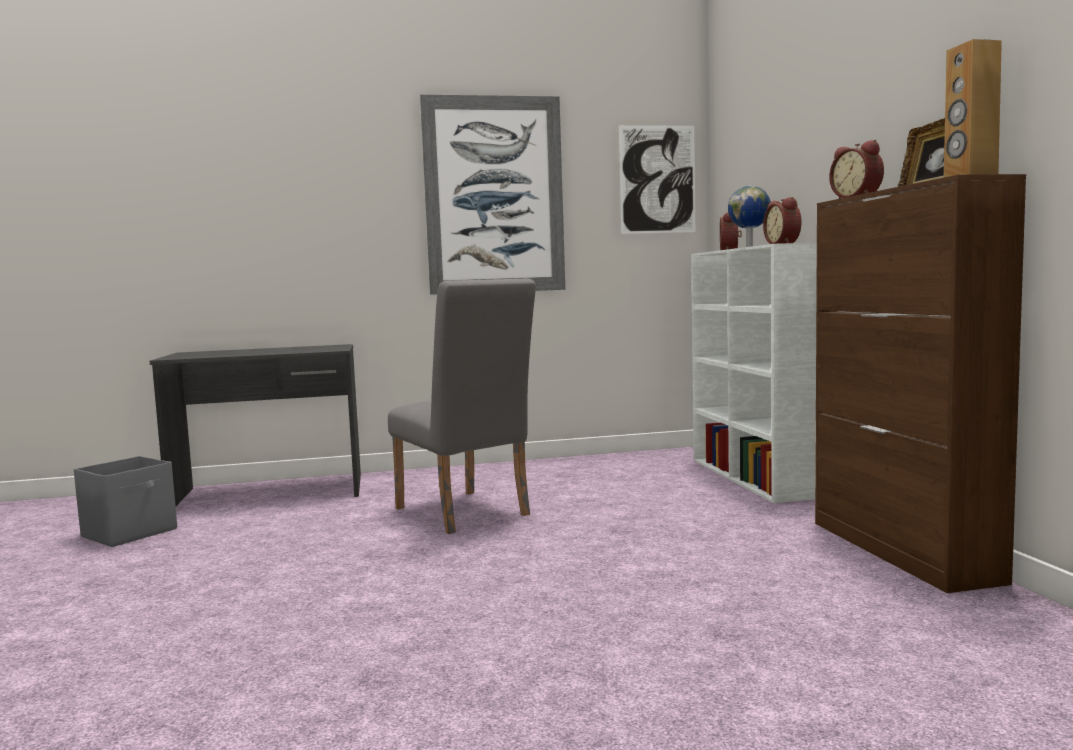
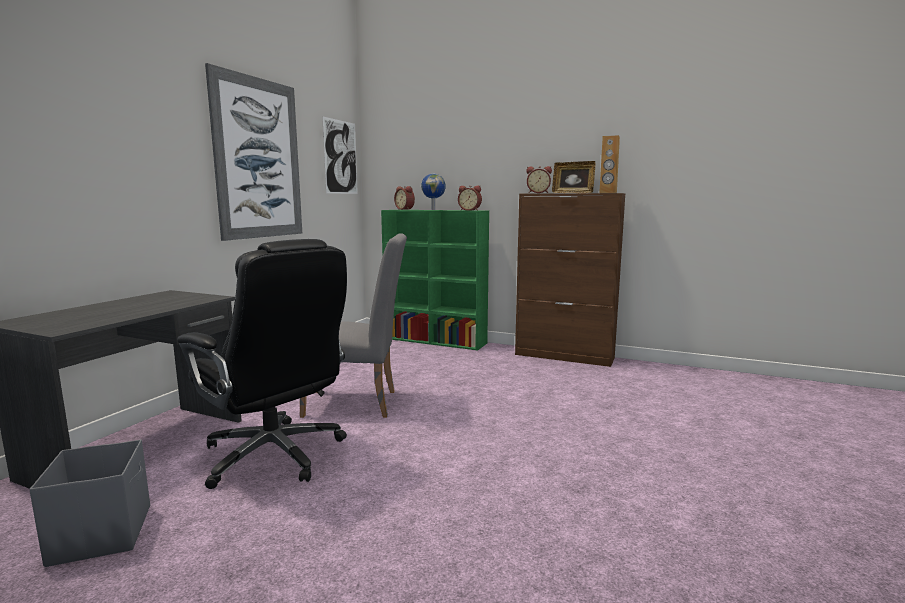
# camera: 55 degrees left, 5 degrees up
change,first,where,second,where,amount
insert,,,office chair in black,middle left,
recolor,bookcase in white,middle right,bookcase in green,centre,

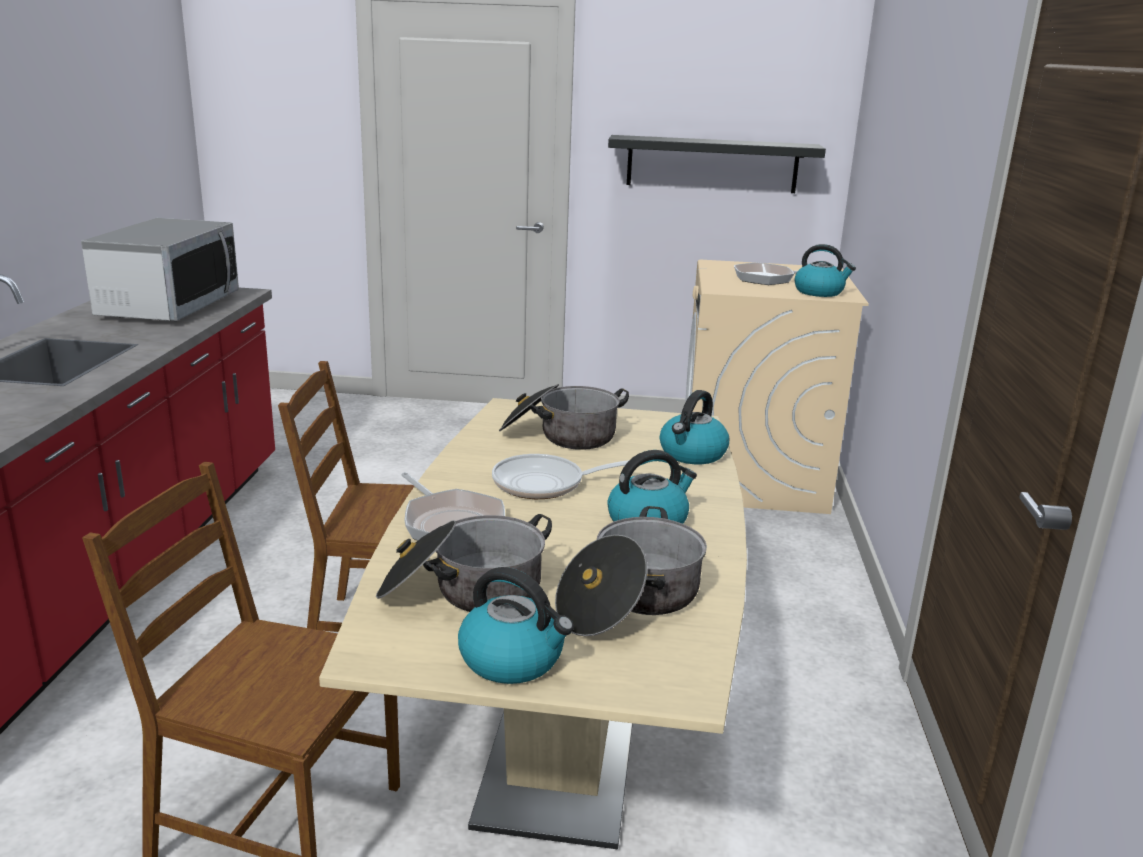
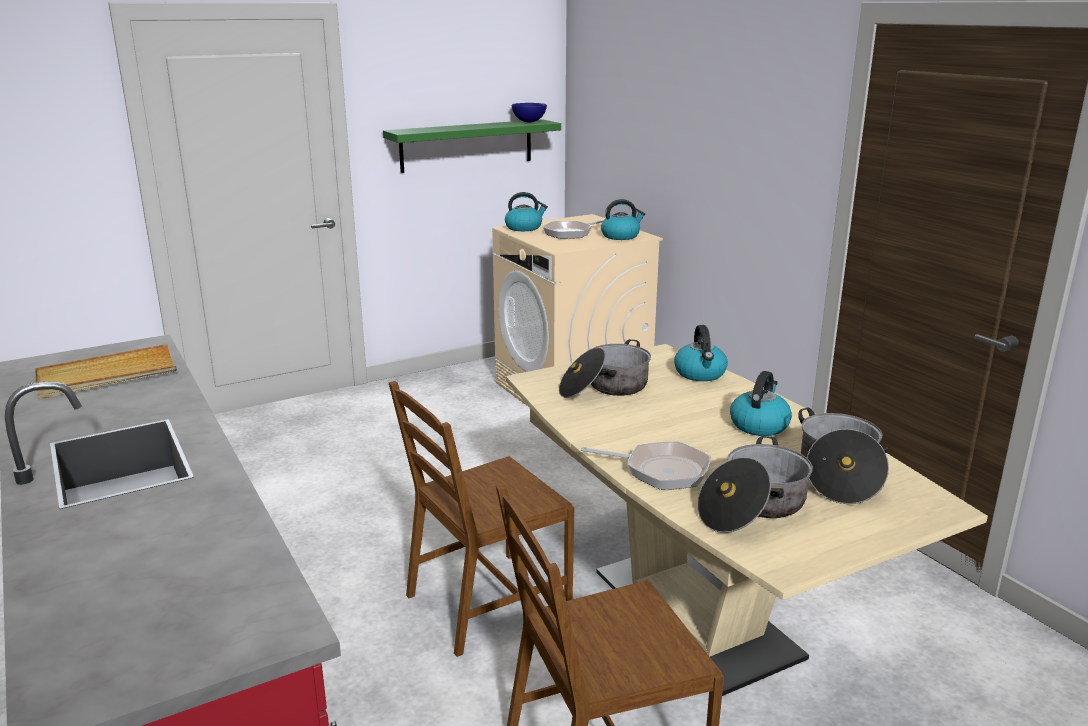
# camera: 35 degrees left, 0 degrees up
change,first,where,second,where,amount
replace,microwave,top left,tray in beige,middle left,
recolor,shelf in black,top centre,shelf in green,top centre,
move,kettle (1st from left),bottom centre,,top centre,
insert,,,bowl in blue,top centre,
delete,frying pan (2nd from left),centre,,,

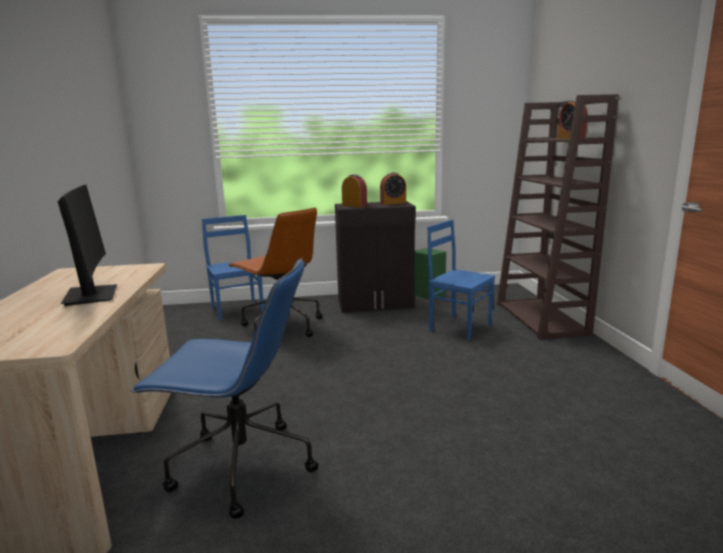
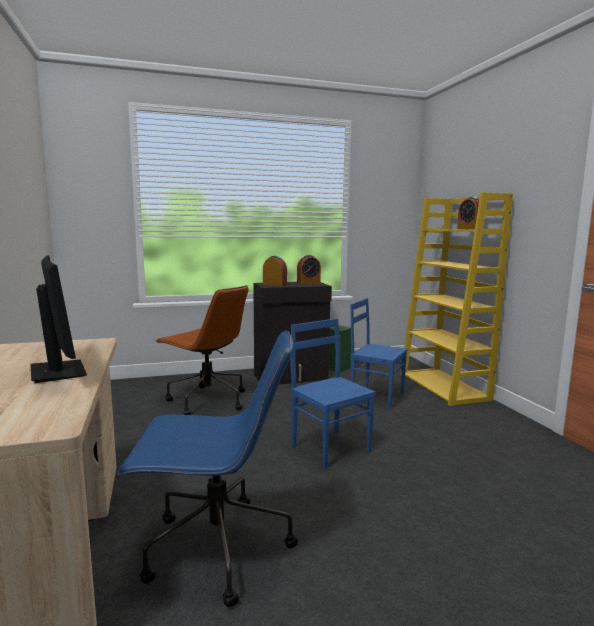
# camera: 10 degrees left, 5 degrees down
change,first,where,second,where,amount
move,chair in blue (1st from left),middle left,,centre,
recolor,bookcase in brown,middle right,bookcase in yellow,middle right,

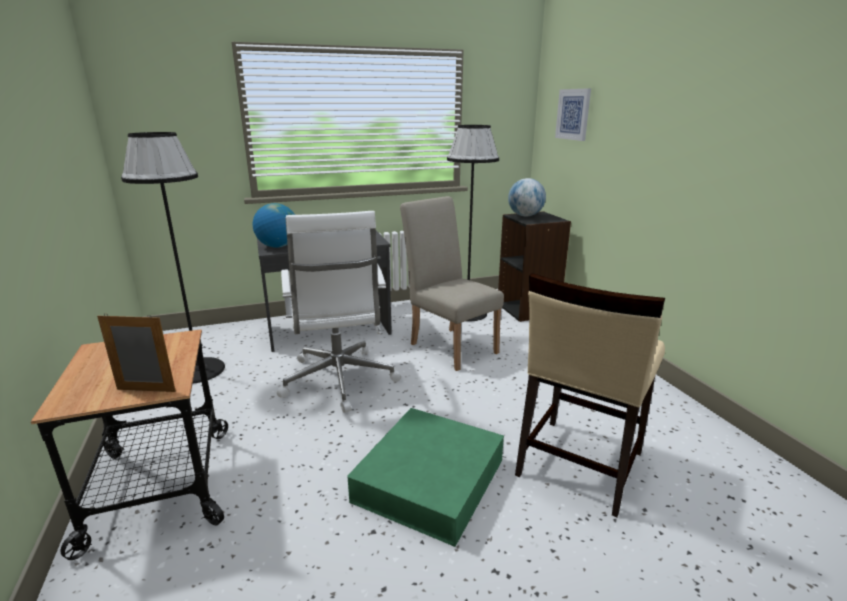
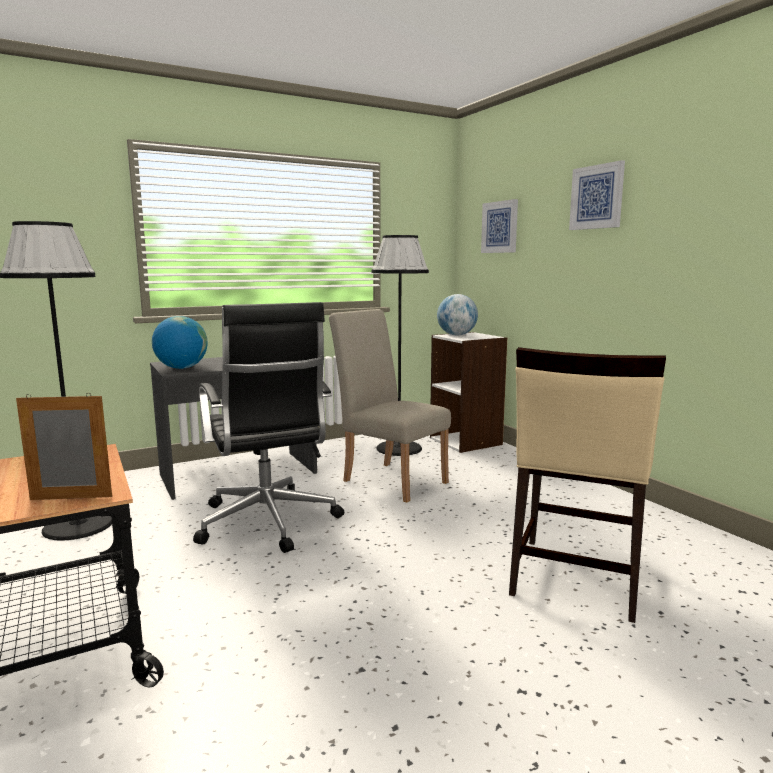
# camera: 10 degrees left, 10 degrees down
change,first,where,second,where,amount
recolor,office chair in white,centre,office chair in black,centre,
recolor,bookcase in black,centre,bookcase in white,centre,
insert,,,picture (2nd from left),top right,
delete,storage box in green,bottom centre,,,

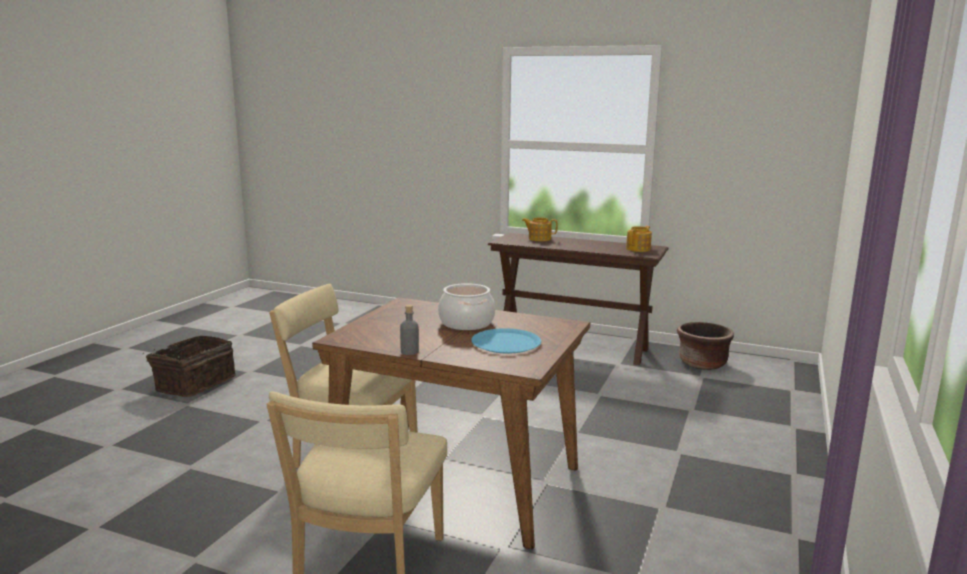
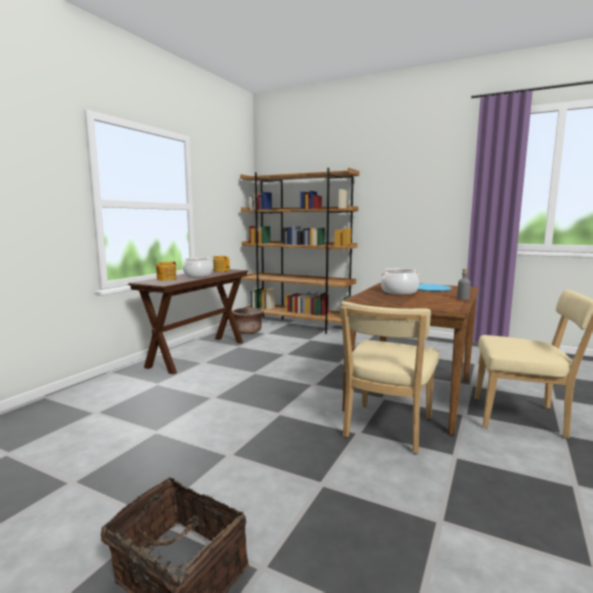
# camera: 85 degrees left, 5 degrees down
change,first,where,second,where,amount
insert,,,cooking pot (1st from left),middle left,
insert,,,bookcase in brown,centre,

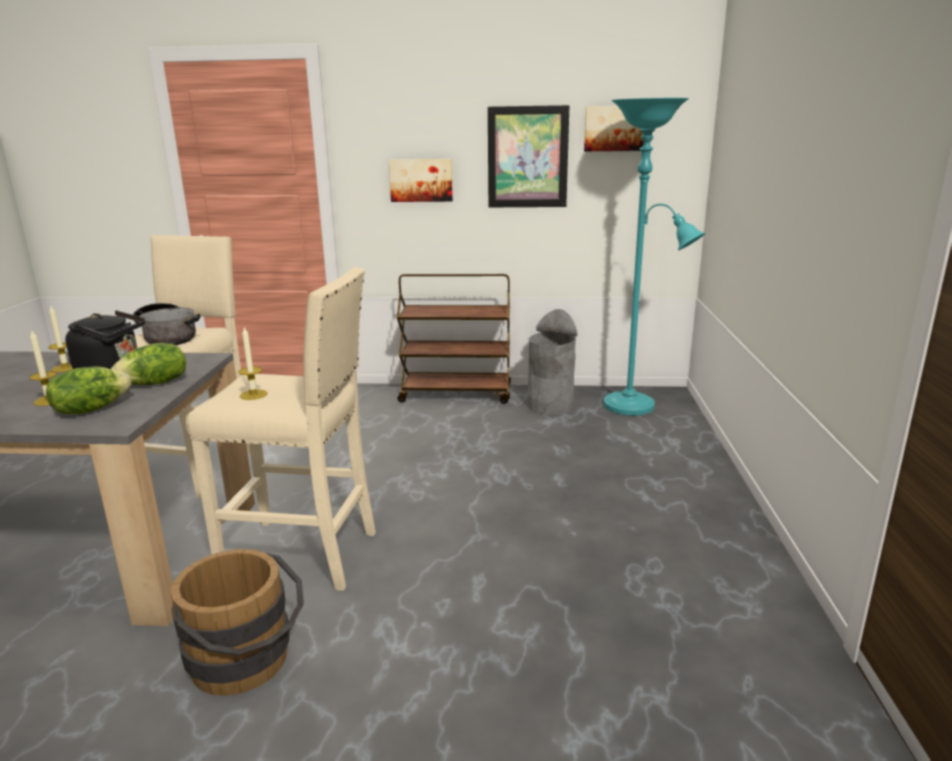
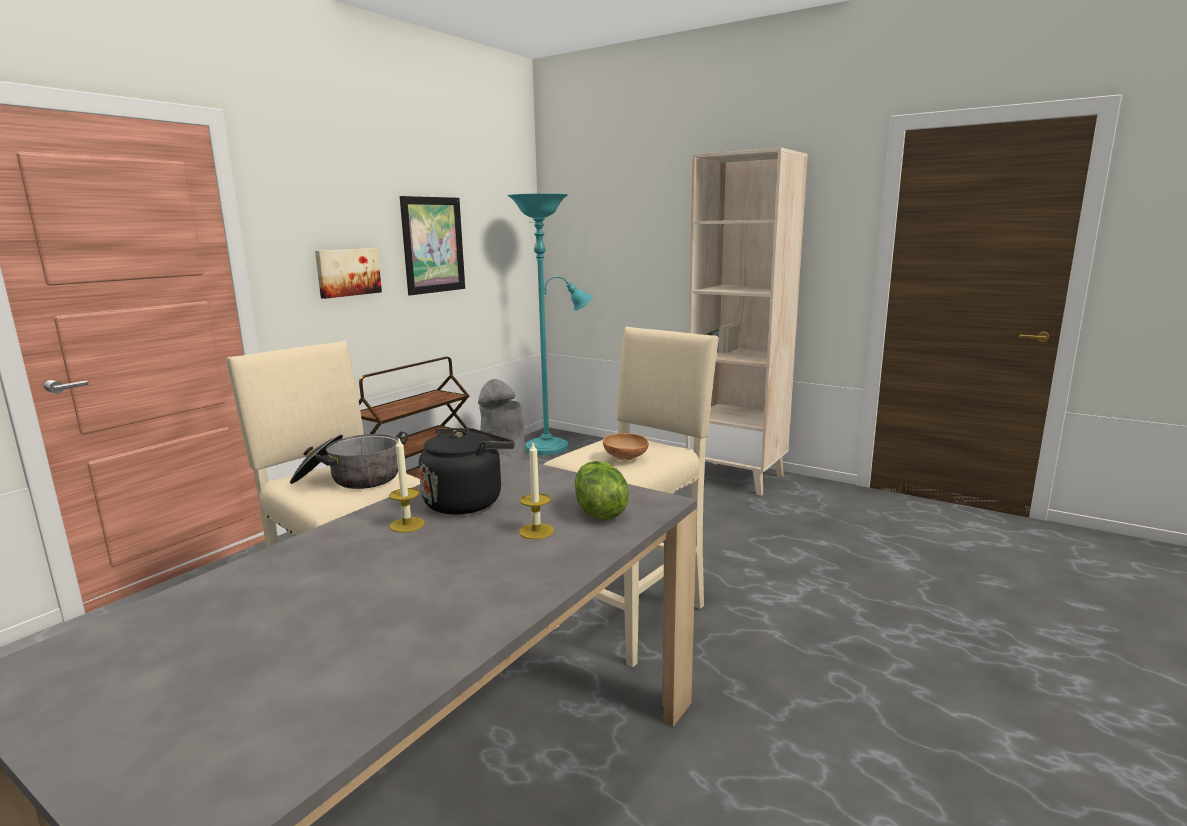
# camera: 60 degrees left, 5 degrees down
change,first,where,second,where,amount
replace,candle (3rd from left),middle left,bowl in brown,centre,
insert,,,bookcase in beige,centre,
delete,lettuce (2nd from left),middle left,,,
delete,bucket in brown,bottom left,,,
delete,picture (3rd from left),top centre,,,

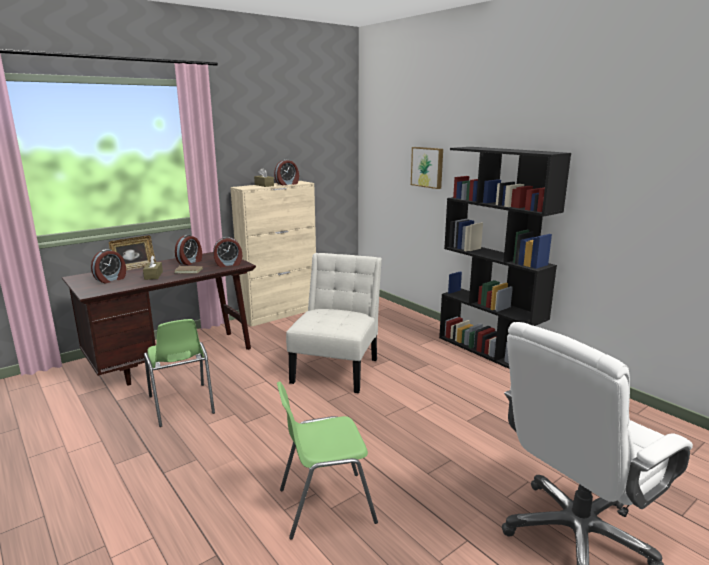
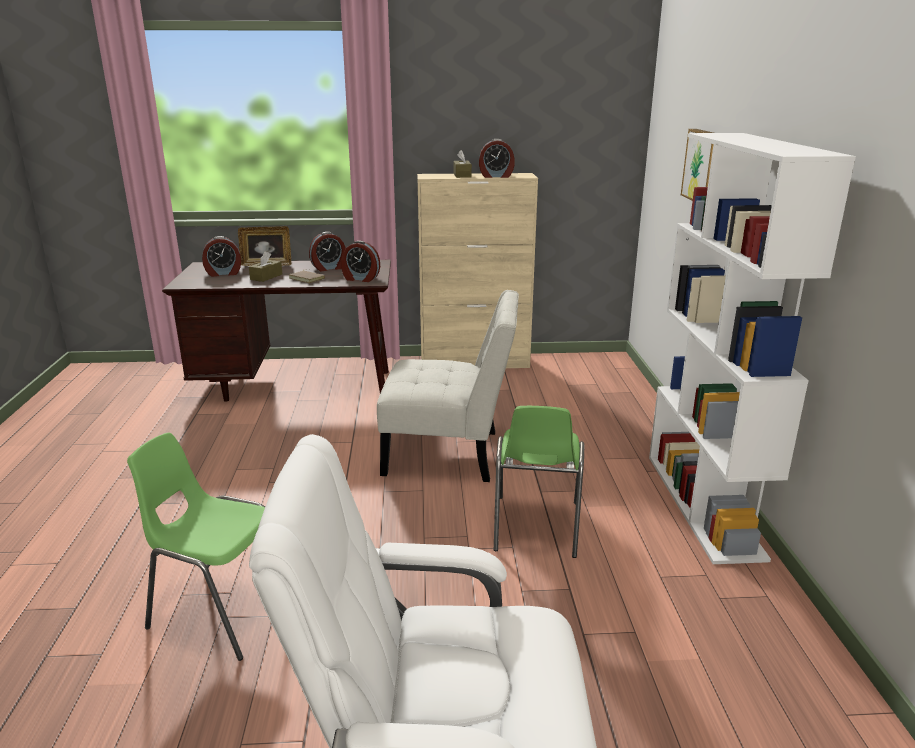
# camera: 35 degrees right, 5 degrees up
change,first,where,second,where,amount
rotate,chair in white,centre,,centre,45 degrees clockwise
move,chair in green (1st from left in the first image),middle left,chair in green (2nd from left),centre,
recolor,bookcase in black,middle right,bookcase in white,middle right,

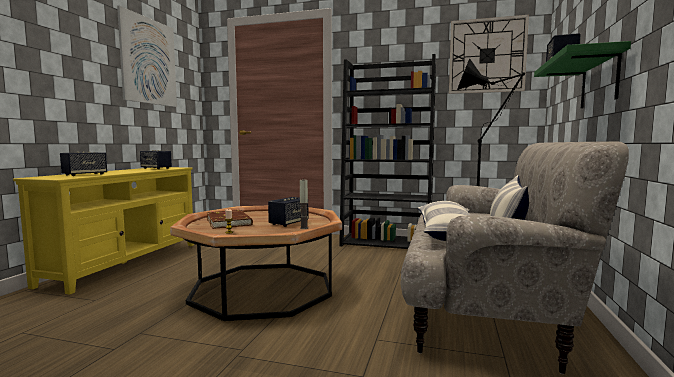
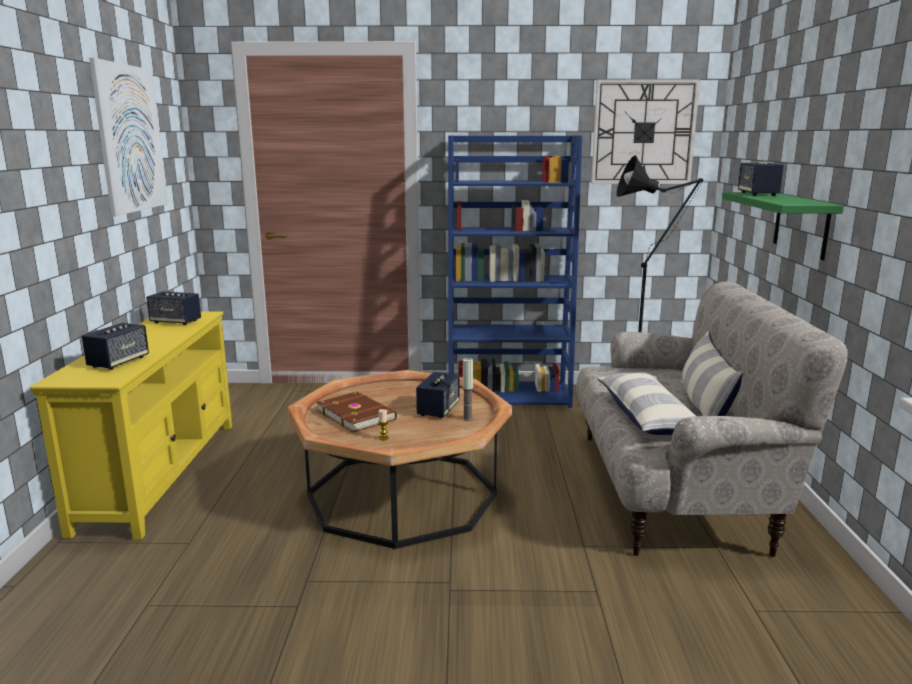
# camera: 15 degrees left, 10 degrees up
change,first,where,second,where,amount
recolor,bookcase in black,centre,bookcase in blue,centre,

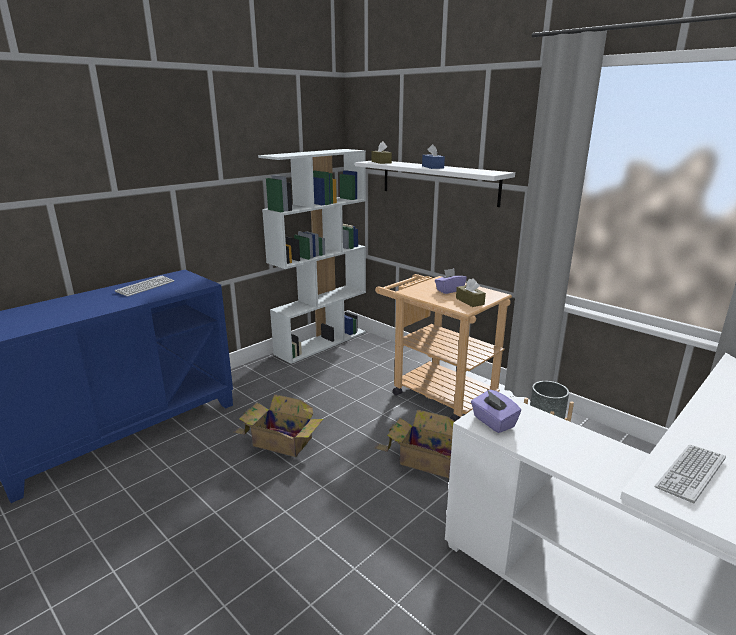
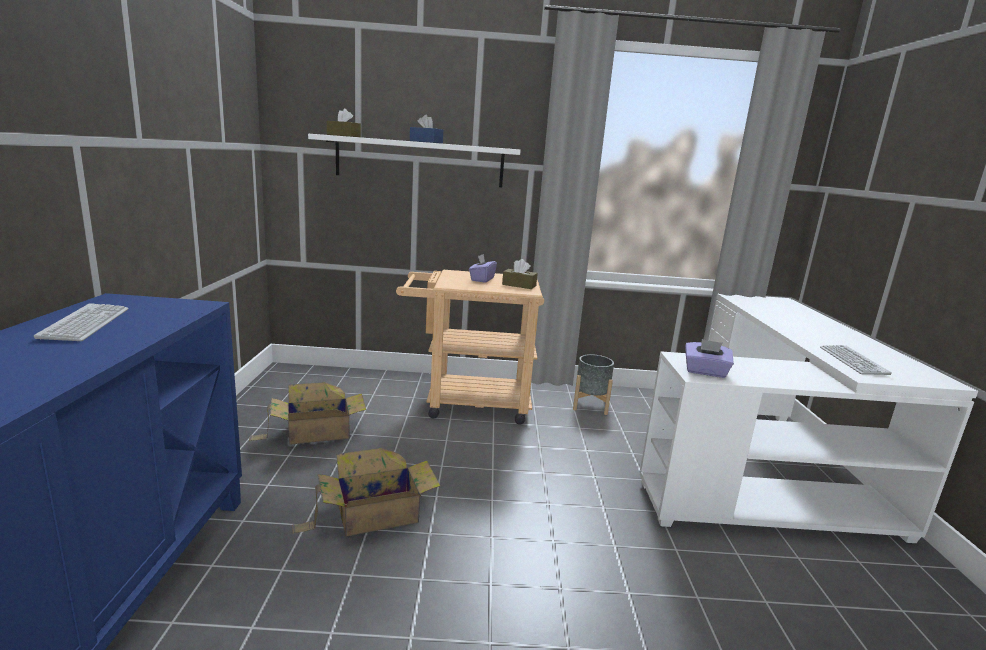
# camera: 45 degrees left, 5 degrees down
change,first,where,second,where,amount
move,cardboard box (2nd from left in the first image),bottom centre,cardboard box (1st from left),middle left,
delete,bookcase in white,centre,,,

